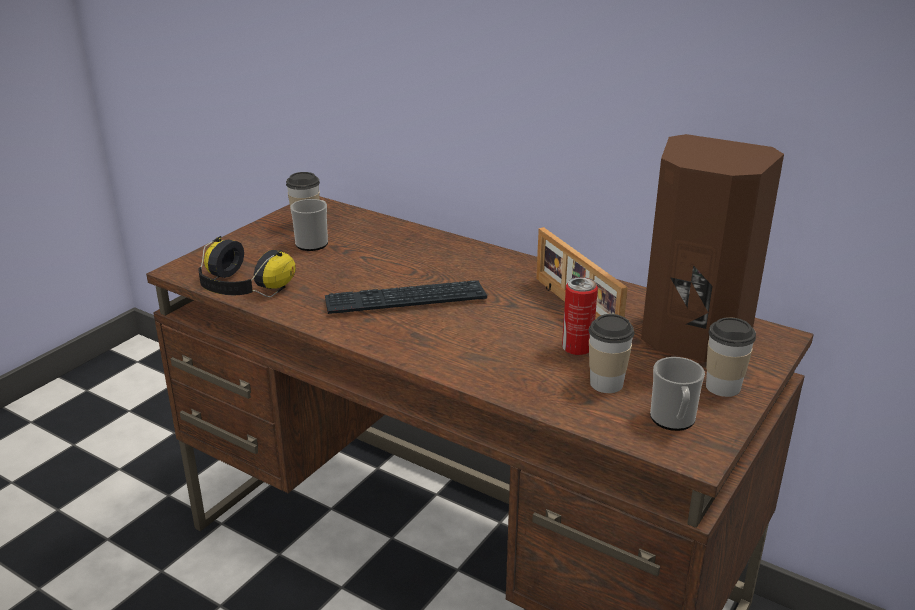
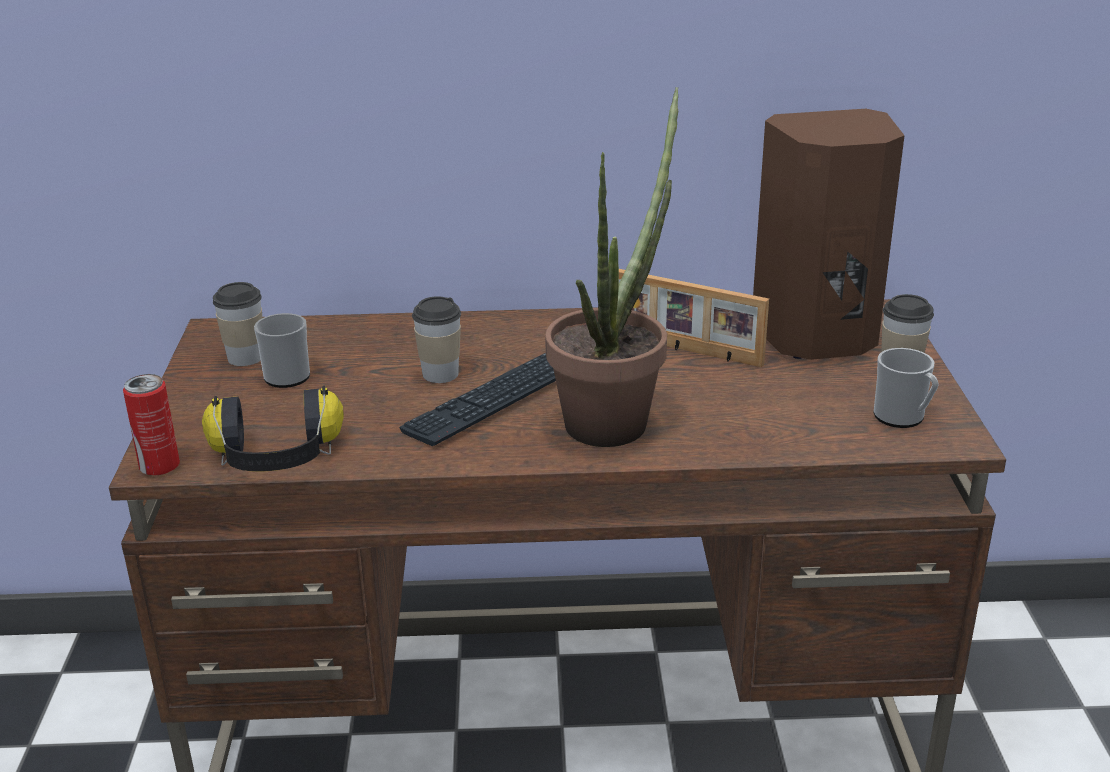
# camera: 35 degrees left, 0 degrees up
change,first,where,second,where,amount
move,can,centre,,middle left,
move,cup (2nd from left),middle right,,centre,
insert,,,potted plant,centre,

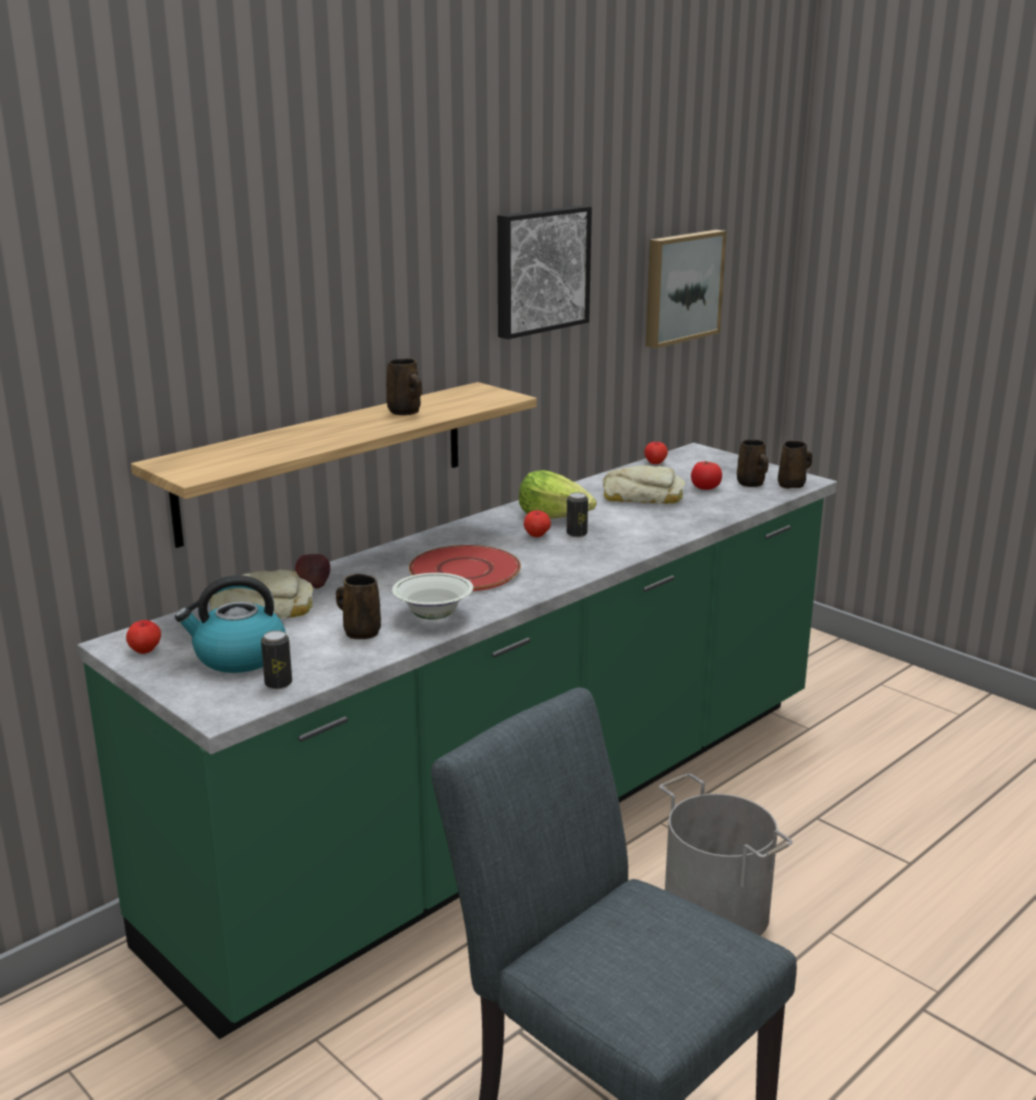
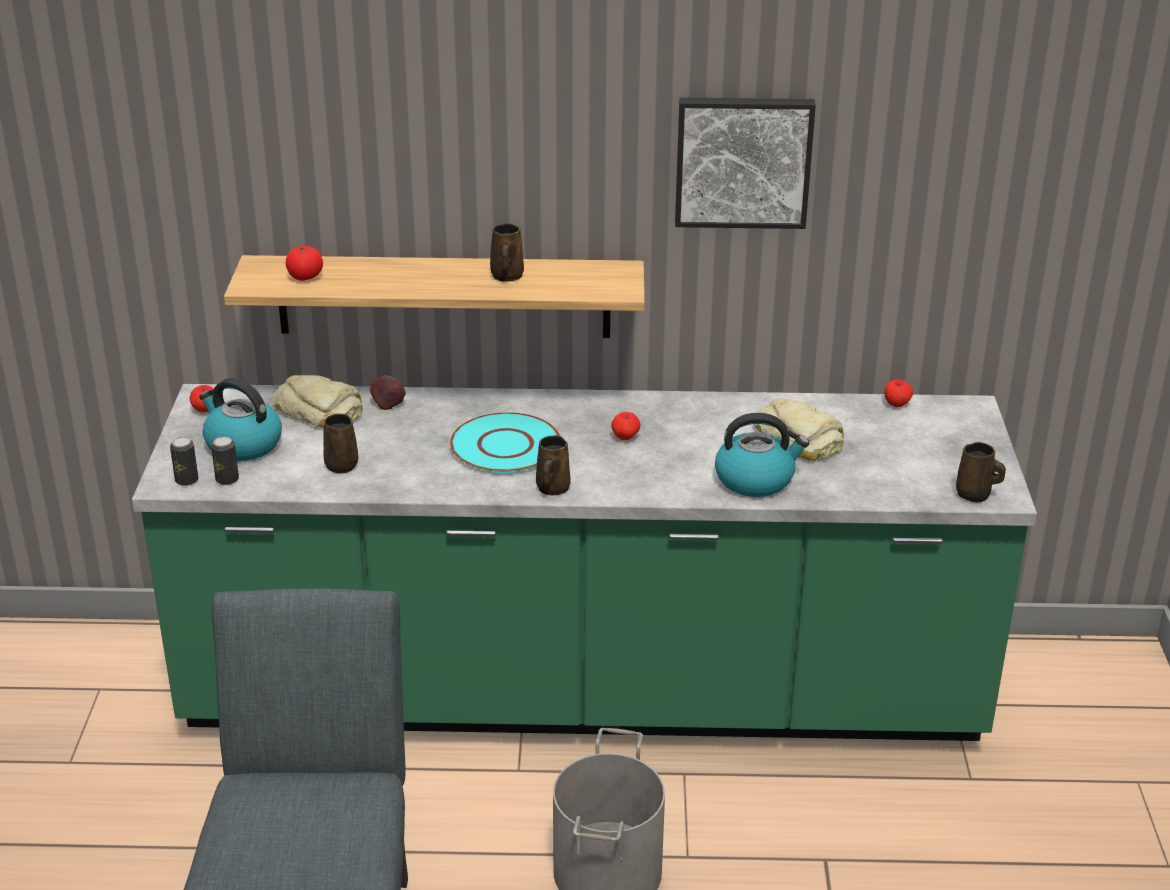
# camera: 45 degrees right, 10 degrees up
change,first,where,second,where,amount
move,can (2nd from left in the first image),centre,can (1st from left),middle left,
move,tomato,middle right,,top left,
recolor,plate in red,centre,plate in turquoise,centre,
move,mug in brown (3rd from left),middle right,,centre,
insert,,,kettle (2nd from left),centre,
delete,bowl in white,centre,,,
delete,lettuce,centre,,,
delete,picture (2nd from left),top centre,,,

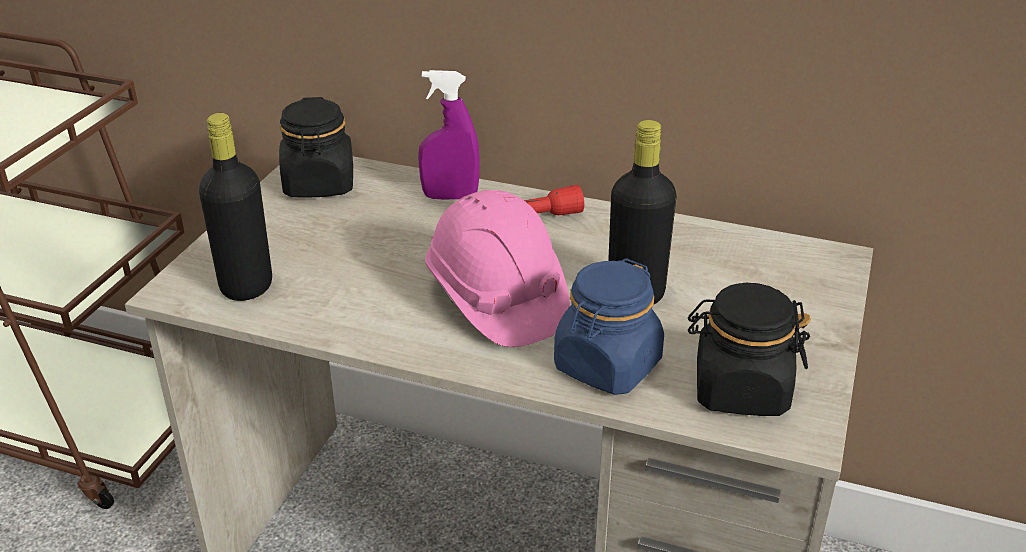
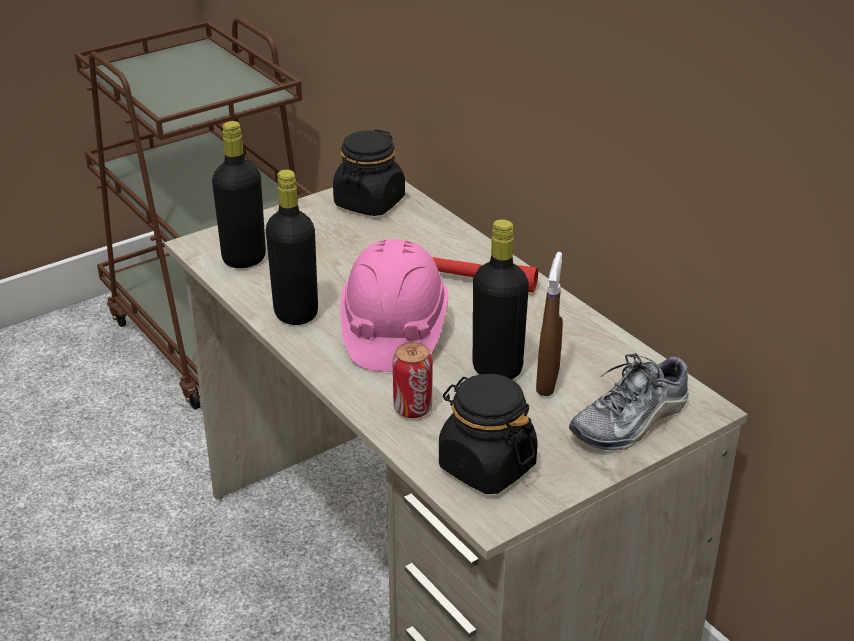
# camera: 35 degrees right, 0 degrees up
change,first,where,second,where,amount
insert,,,bottle in black (2nd from left),centre,
replace,jar in blue,centre,can,centre,
insert,,,spray bottle in brown,centre,
insert,,,shoe,middle right,
delete,spray bottle in purple,top centre,,,

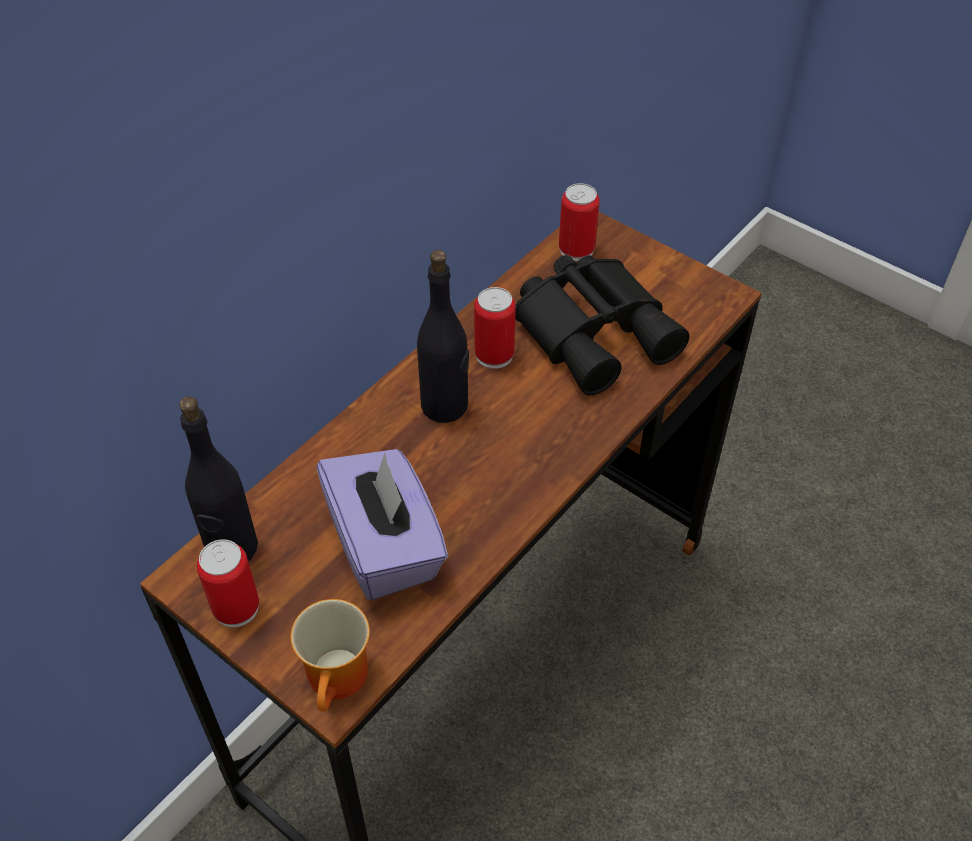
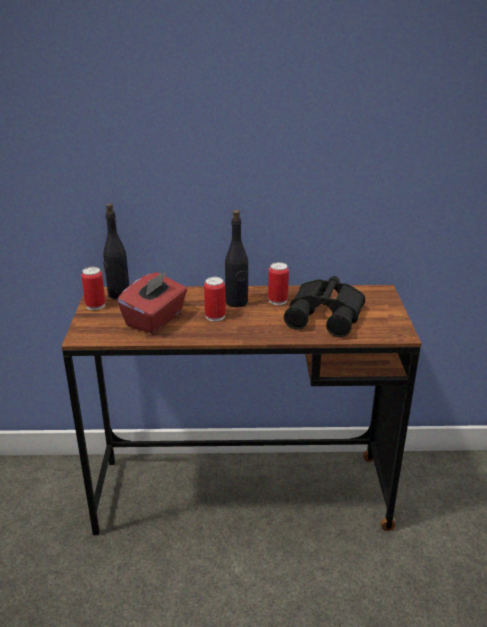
# camera: 50 degrees right, 20 degrees down
change,first,where,second,where,amount
recolor,tissue box in purple,centre,tissue box in red,middle left,
move,can (3rd from left in the first image),top centre,can (2nd from left),centre,
delete,mug,bottom centre,,,

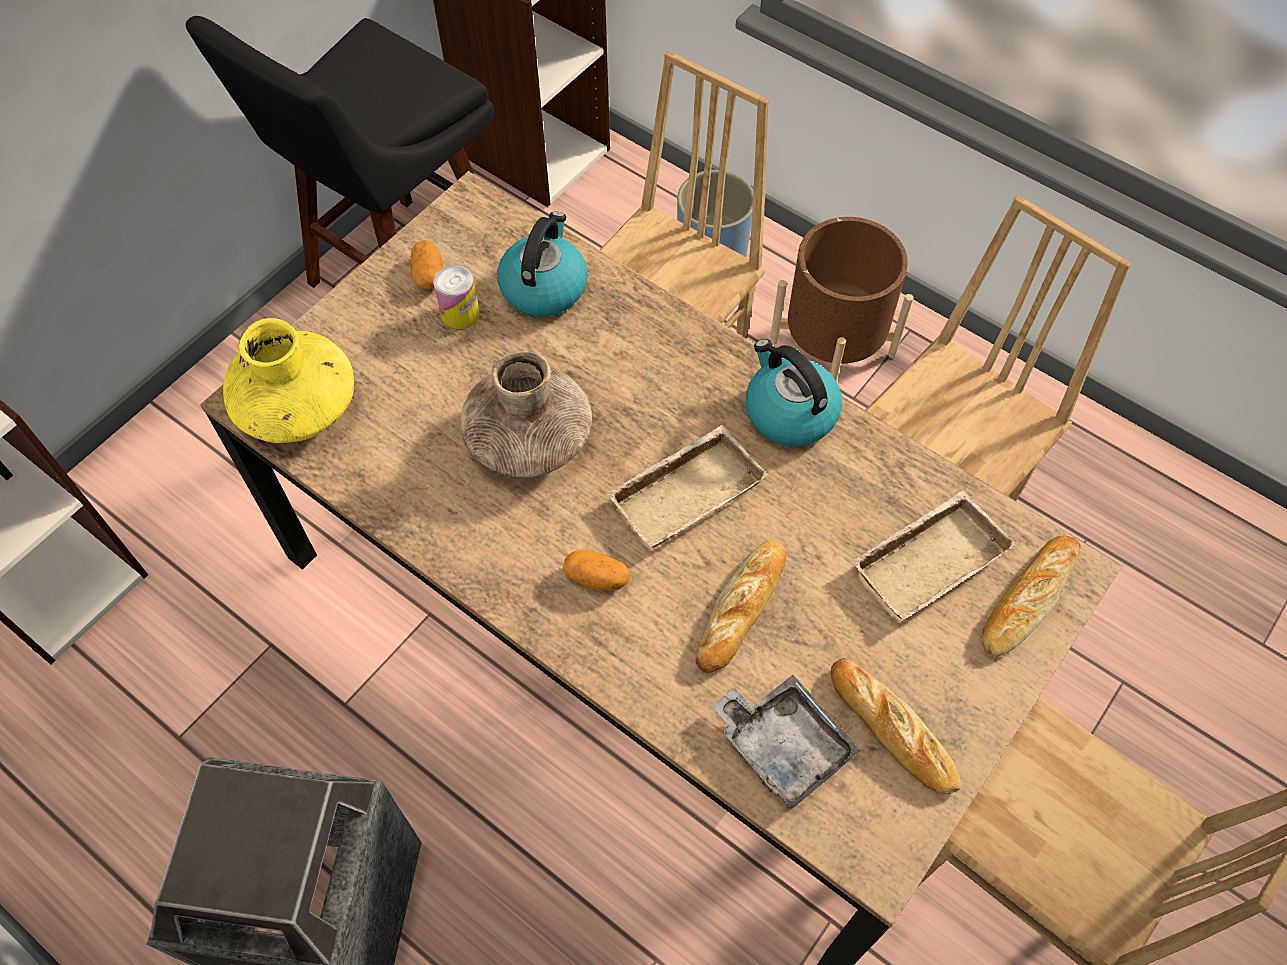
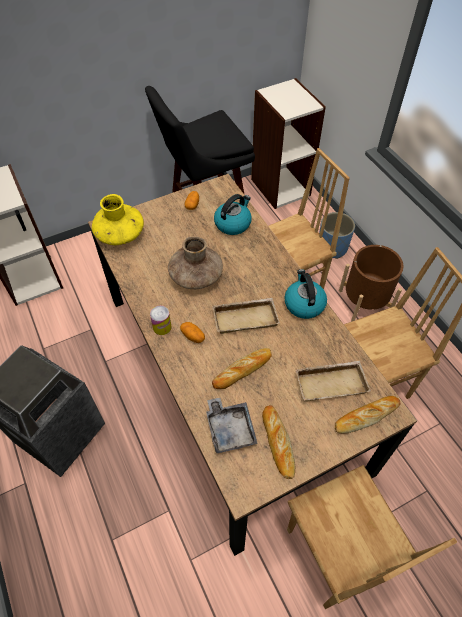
# camera: 25 degrees right, 5 degrees down
change,first,where,second,where,amount
move,can,top centre,,centre,

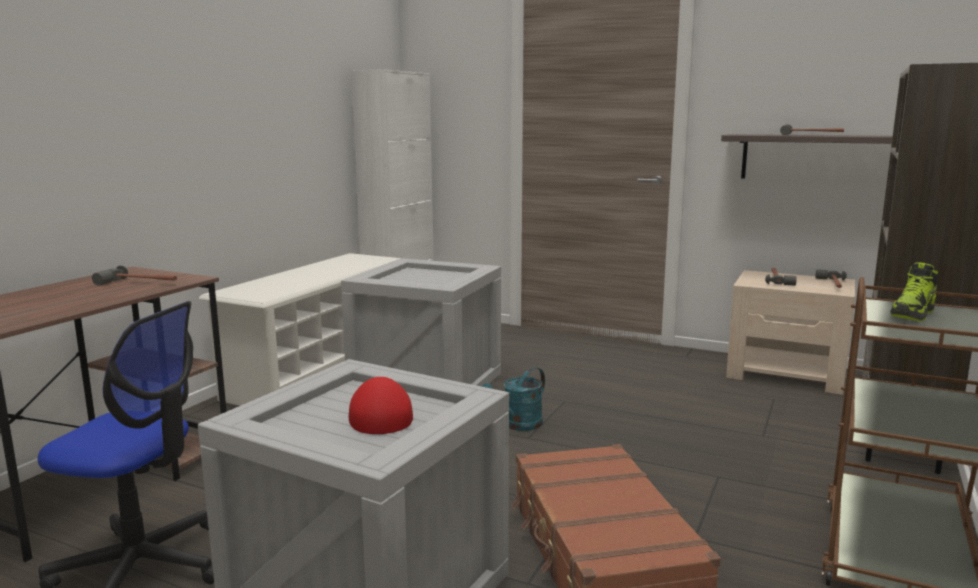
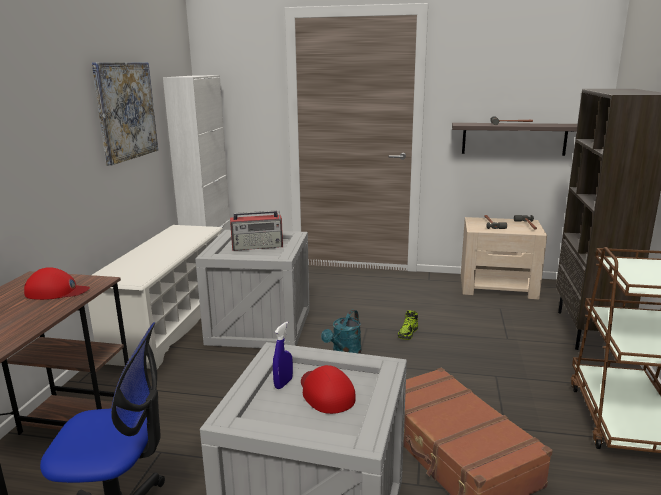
# camera: 15 degrees left, 5 degrees up
change,first,where,second,where,amount
replace,hammer (1st from left),middle left,cap in red (1st from left),middle left,
insert,,,picture,top left,
insert,,,radio,centre,
insert,,,spray bottle in blue,bottom centre,
move,shoe,middle right,,centre,

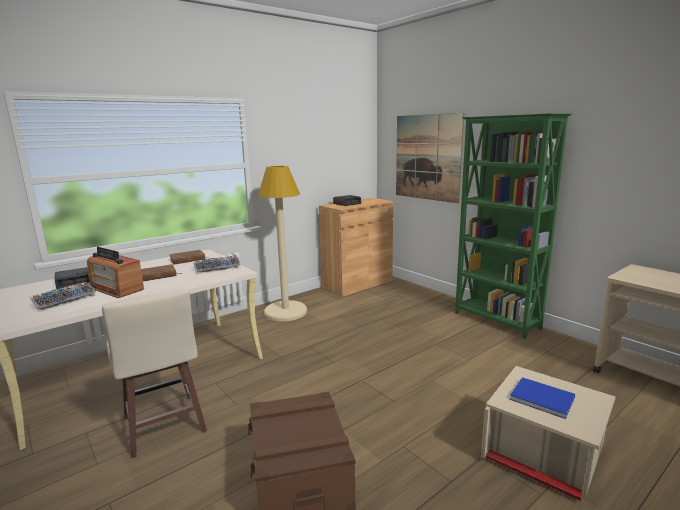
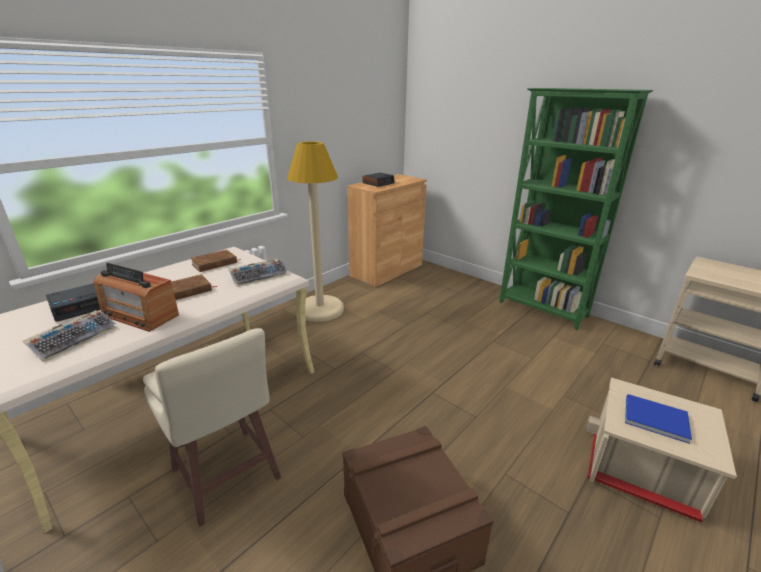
# camera: 10 degrees left, 10 degrees up
change,first,where,second,where,amount
delete,picture,top centre,,,

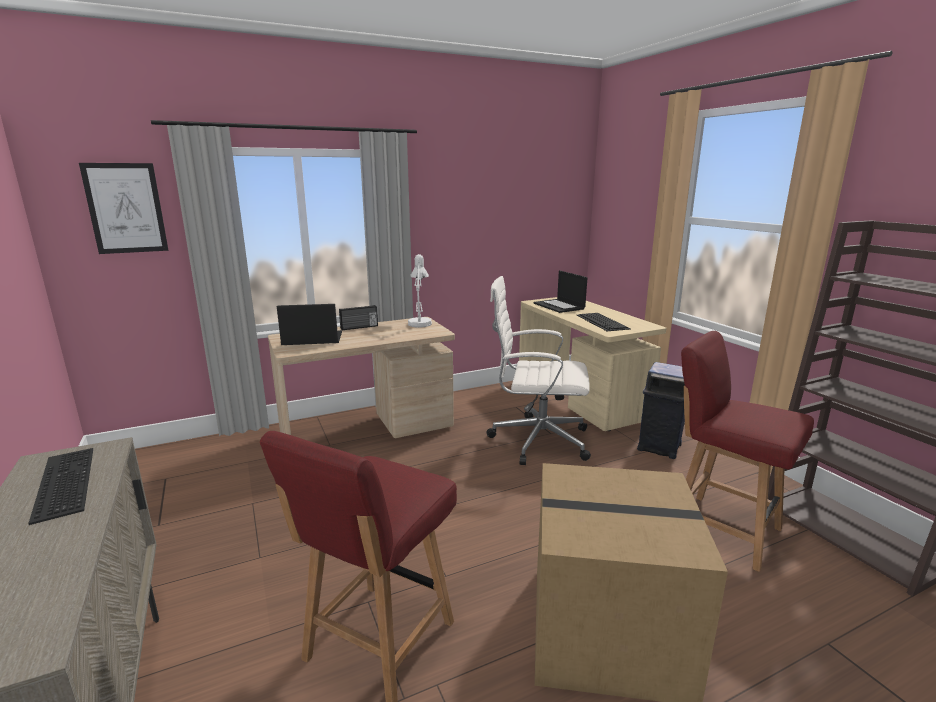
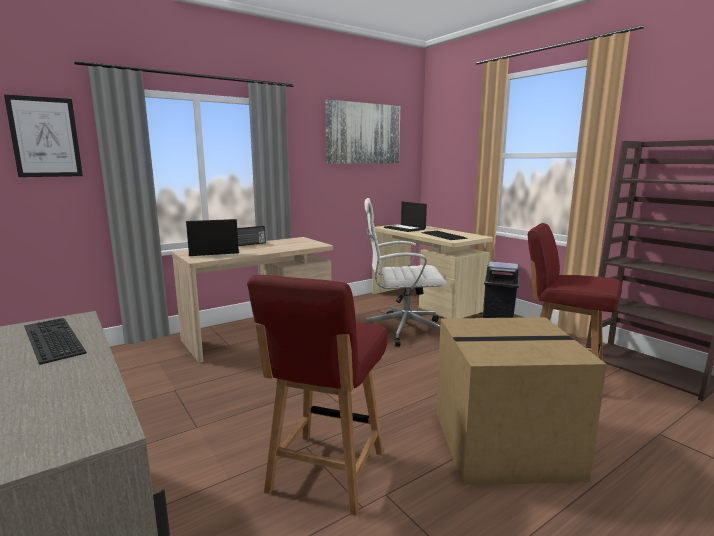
# camera: 10 degrees left, 5 degrees down
change,first,where,second,where,amount
insert,,,picture (2nd from left),top centre,
delete,table lamp in white,centre,,,

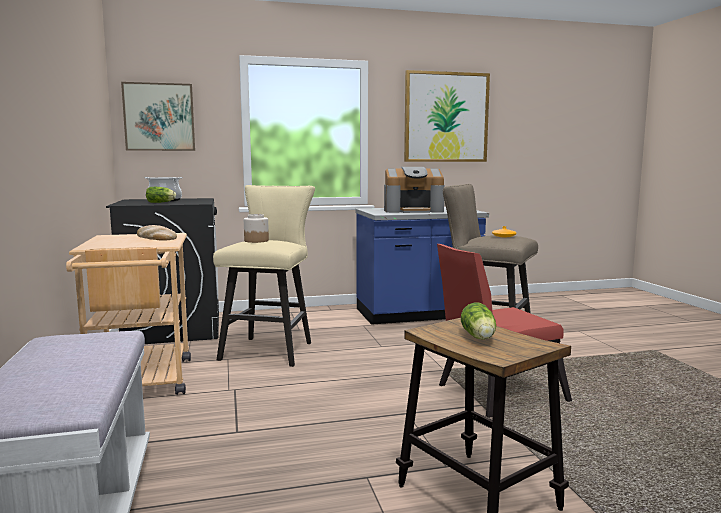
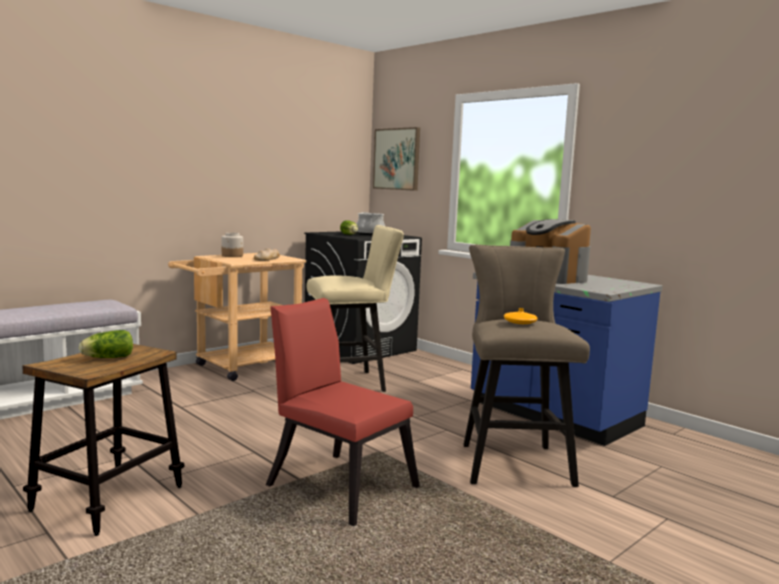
# camera: 60 degrees right, 0 degrees up
change,first,where,second,where,amount
move,jar,centre,,middle left,
delete,picture (2nd from left),top centre,,,

